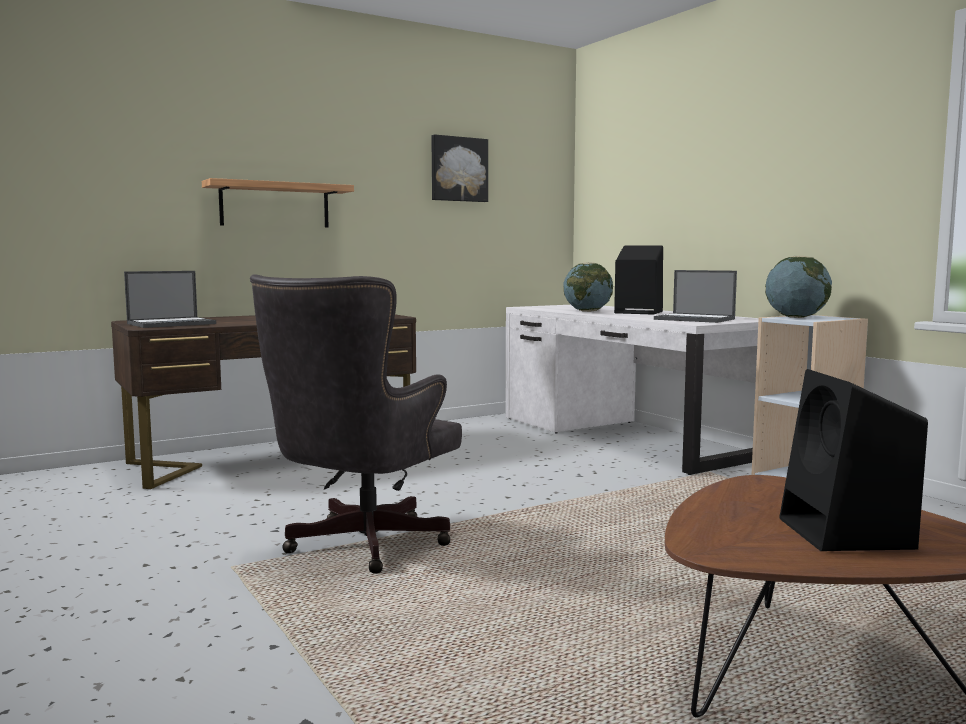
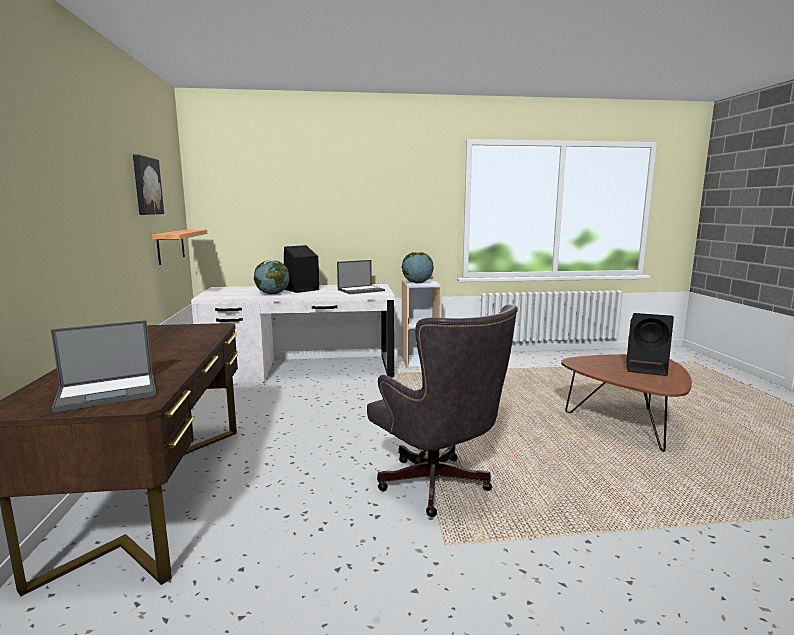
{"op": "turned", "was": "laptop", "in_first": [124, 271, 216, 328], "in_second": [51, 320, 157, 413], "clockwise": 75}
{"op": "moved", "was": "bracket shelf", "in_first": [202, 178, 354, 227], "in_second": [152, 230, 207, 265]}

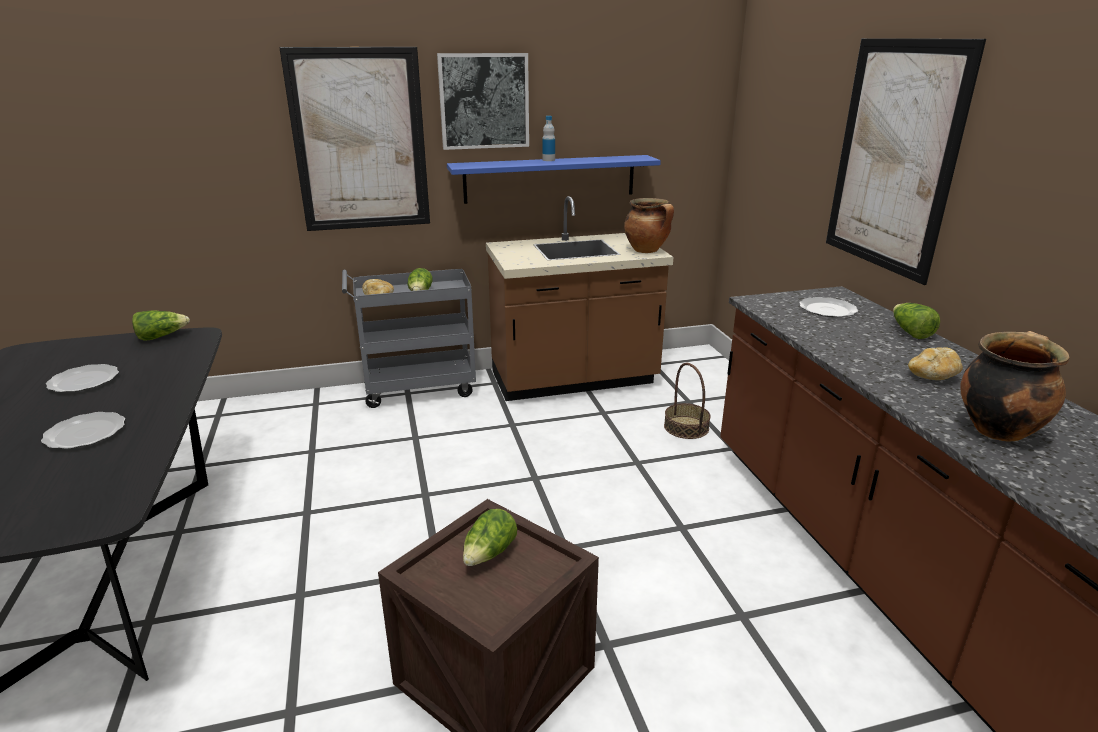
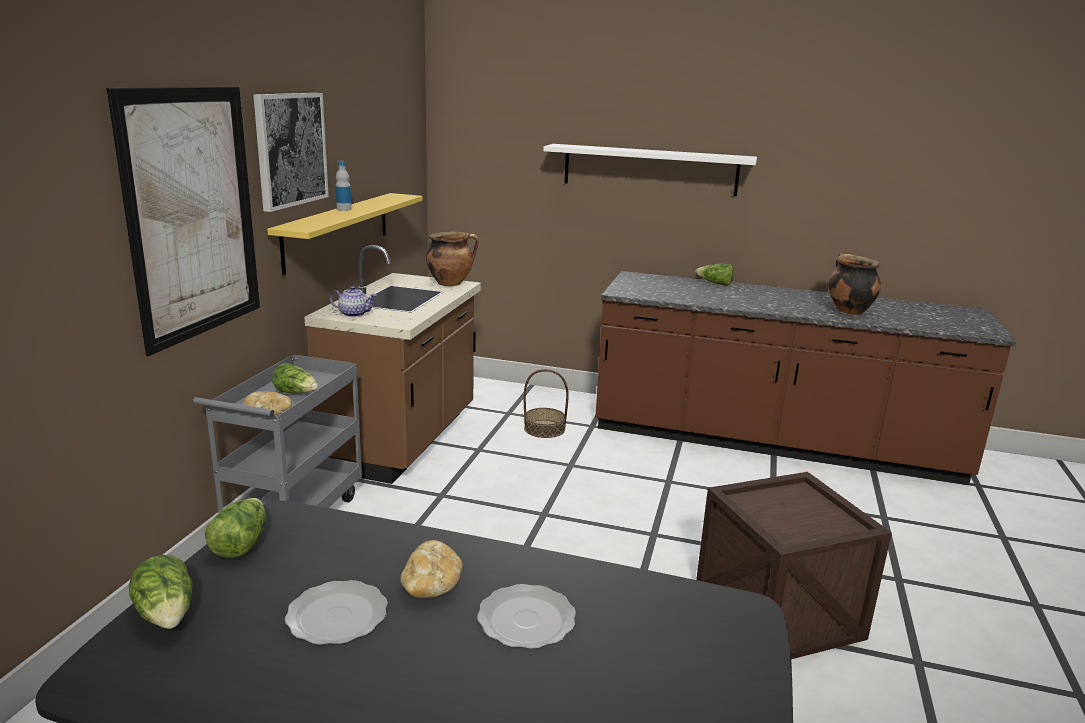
{"op": "recoloured", "was": "bracket shelf/blue", "now": "bracket shelf/yellow-coloured", "in_first": [447, 155, 661, 204], "in_second": [267, 193, 423, 275]}
{"op": "moved", "was": "lettuce head", "in_first": [463, 509, 517, 566], "in_second": [129, 555, 193, 629]}
{"op": "removed", "was": "plate", "in_first": [799, 297, 858, 318]}
{"op": "replaced", "was": "wall picture", "now": "bracket shelf/whitish", "in_first": [826, 38, 986, 285], "in_second": [543, 144, 757, 196]}
{"op": "moved", "was": "baked bread", "in_first": [908, 347, 963, 380], "in_second": [400, 540, 463, 598]}
{"op": "added", "now": "pot for tea", "in_second": [330, 286, 377, 317]}

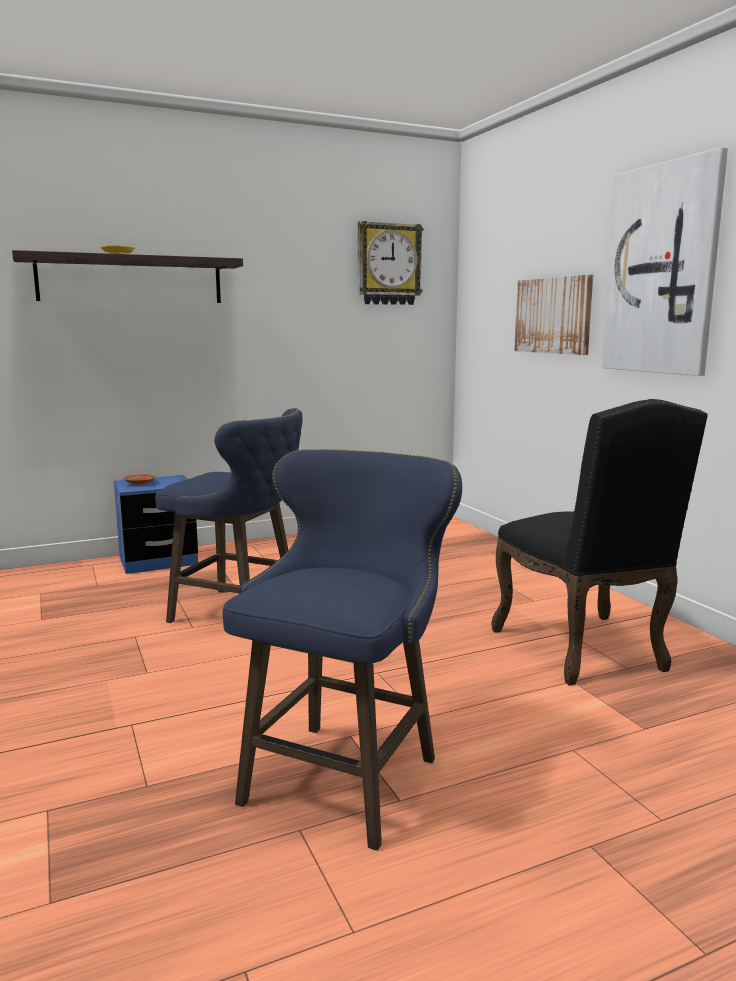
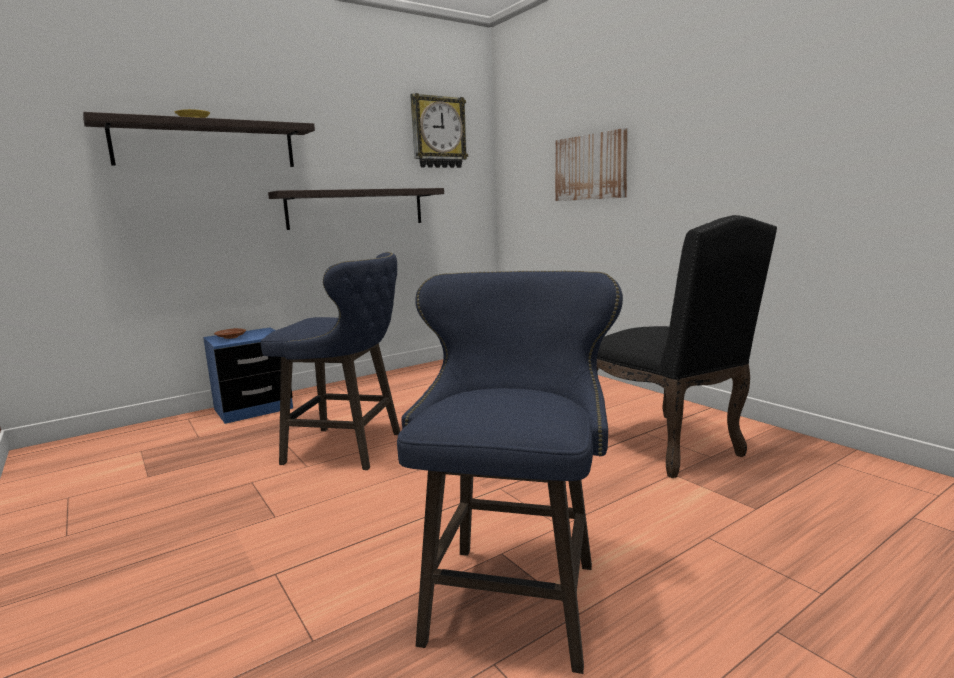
{"op": "removed", "was": "wall picture", "in_first": [602, 147, 728, 376]}
{"op": "added", "now": "bracket shelf", "in_second": [268, 188, 444, 230]}

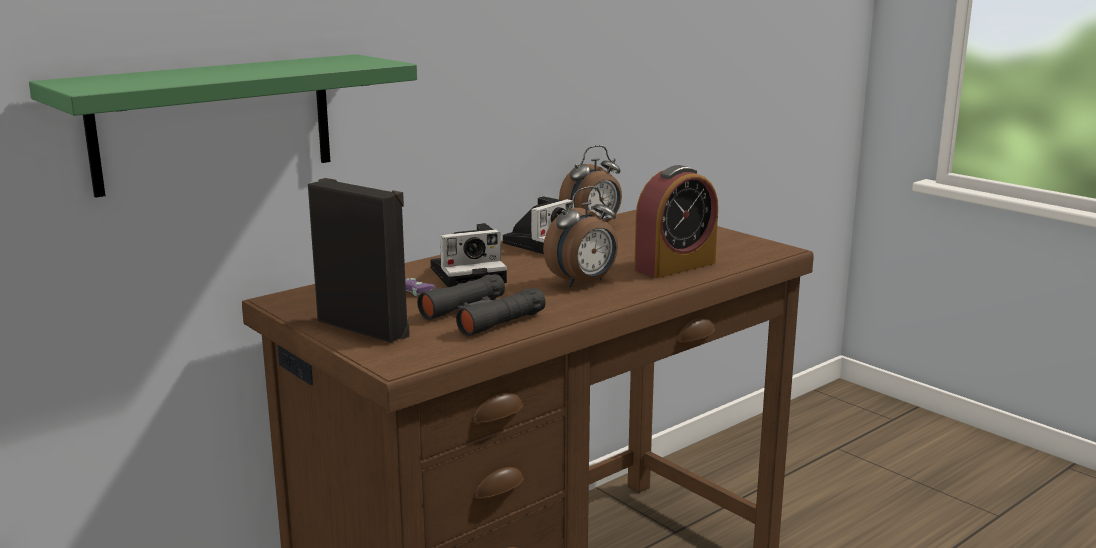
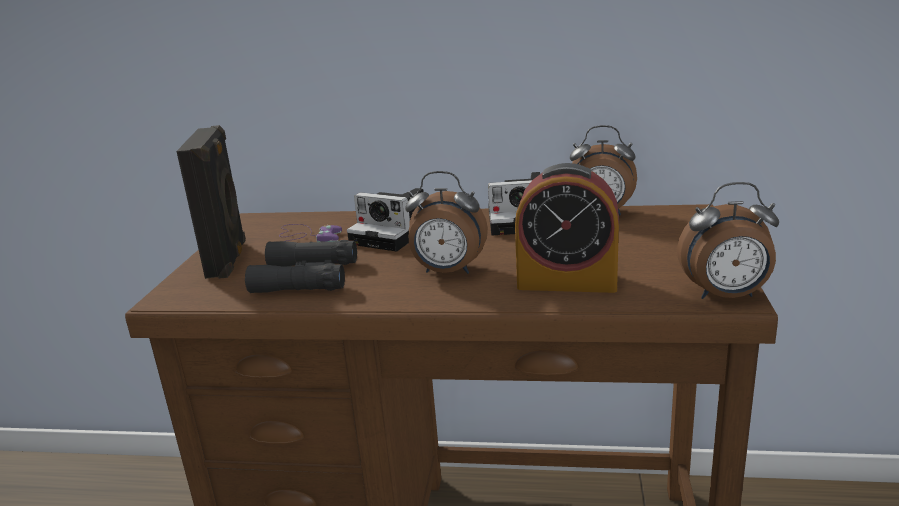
{"op": "removed", "was": "bracket shelf/green", "in_first": [29, 54, 417, 198]}
{"op": "added", "now": "table clock", "in_second": [677, 182, 779, 299]}

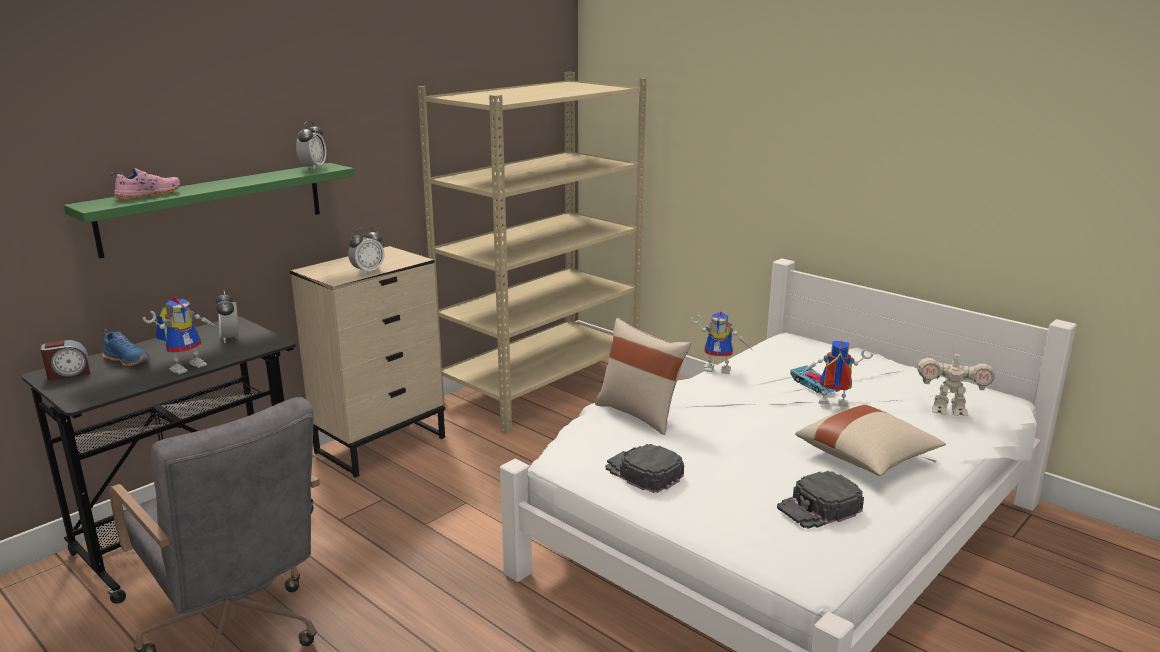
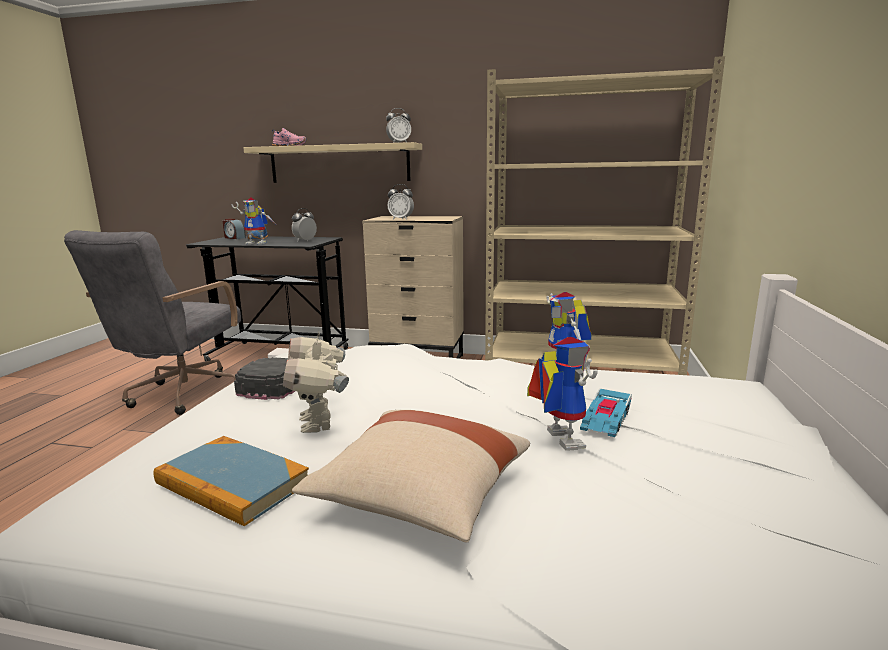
{"op": "recoloured", "was": "bracket shelf/green", "now": "bracket shelf/beige", "in_first": [64, 163, 354, 259], "in_second": [243, 142, 422, 183]}
{"op": "removed", "was": "cushion/beige", "in_first": [595, 318, 691, 435]}
{"op": "replaced", "was": "baseball cap/black-coloured", "now": "bound book", "in_first": [777, 471, 864, 529], "in_second": [154, 436, 309, 526]}
{"op": "moved", "was": "toy robot", "in_first": [917, 351, 995, 416], "in_second": [283, 332, 349, 433]}

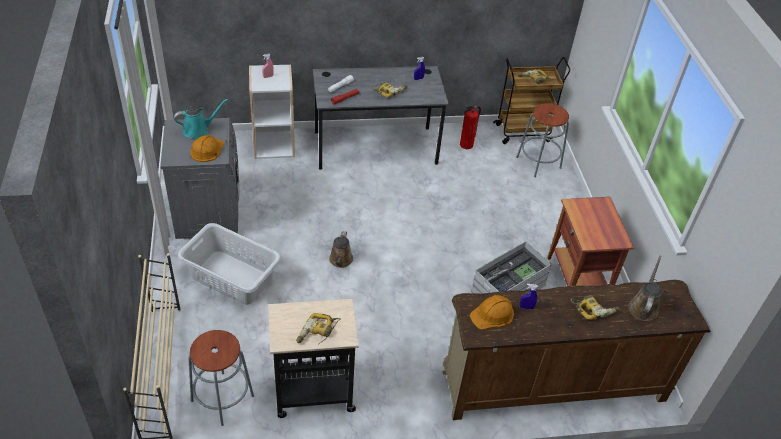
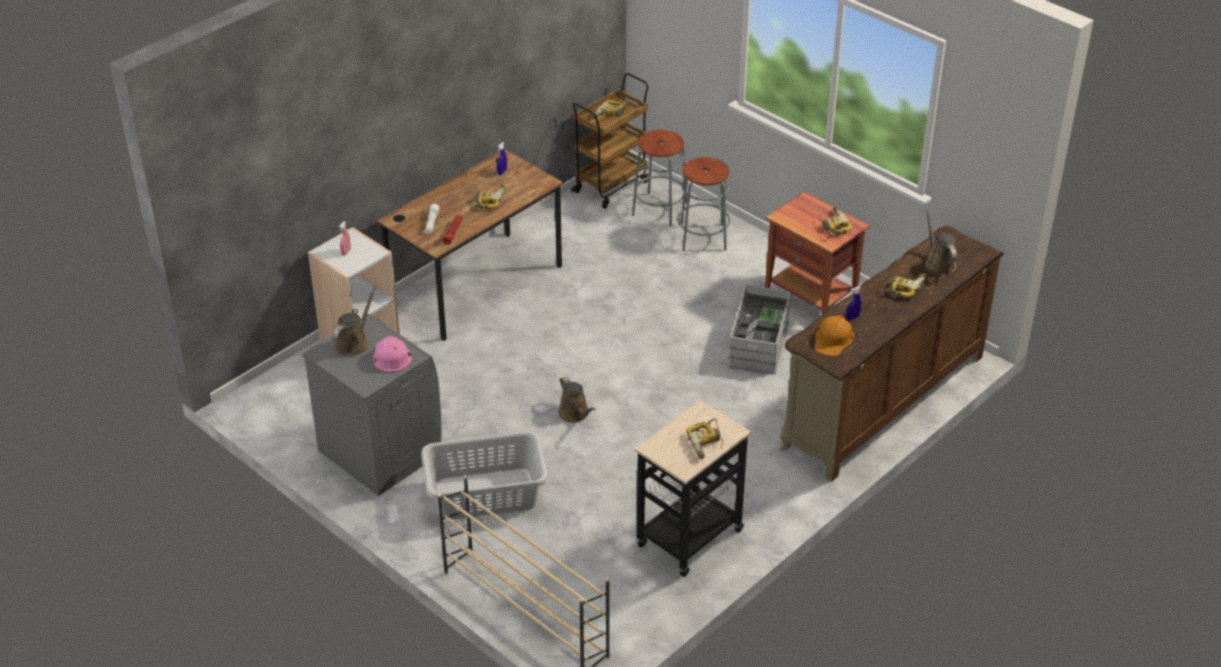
{"op": "recoloured", "was": "sprinkling can/blue-green", "now": "sprinkling can/brown-coloured", "in_first": [174, 99, 228, 139], "in_second": [332, 287, 377, 356]}
{"op": "moved", "was": "stool/greyish", "in_first": [189, 330, 254, 426], "in_second": [677, 157, 731, 251]}
{"op": "recoloured", "was": "work helmet/orange", "now": "work helmet/pink", "in_first": [190, 135, 224, 162], "in_second": [373, 336, 412, 372]}
{"op": "recoloured", "was": "desk/greyish", "now": "desk/brown-coloured", "in_first": [313, 66, 449, 170], "in_second": [377, 149, 563, 341]}
{"op": "removed", "was": "fire-fighting cylinder", "in_first": [460, 106, 481, 149]}
{"op": "added", "now": "power drill", "in_second": [820, 206, 852, 236]}

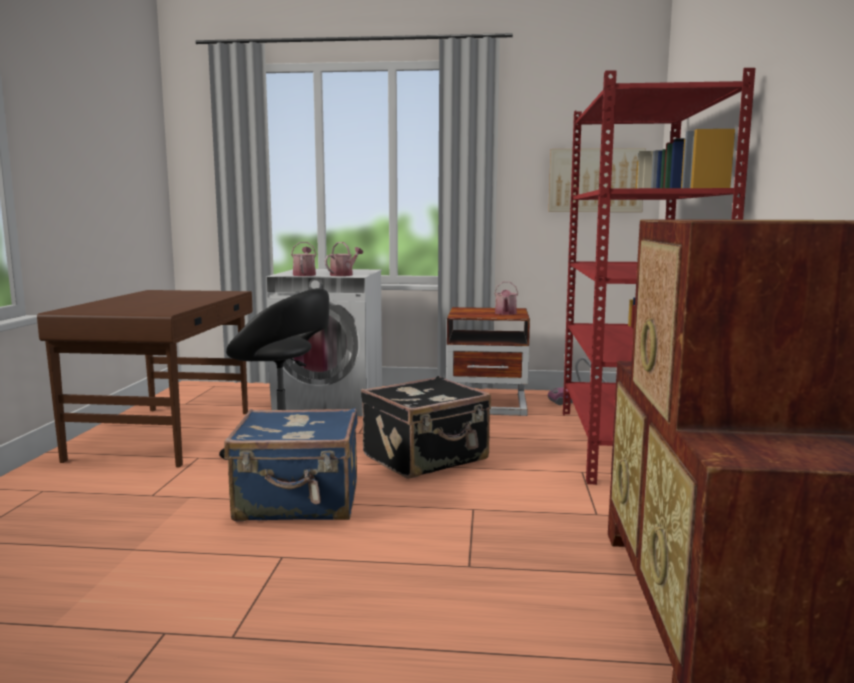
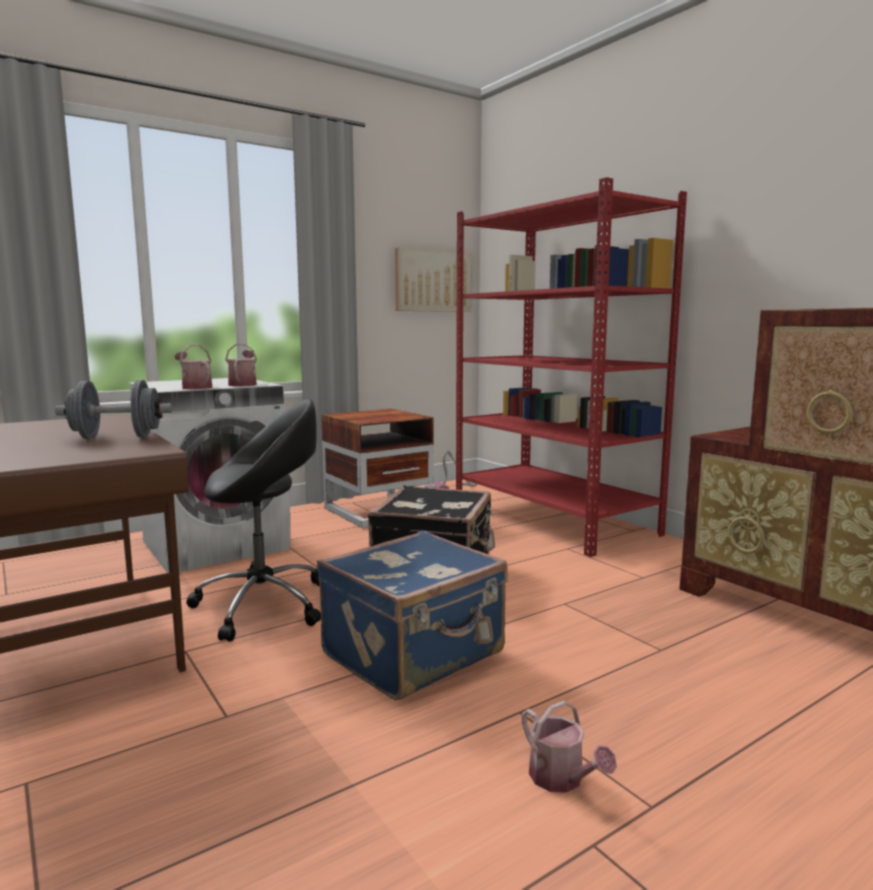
{"op": "moved", "was": "sprinkling can", "in_first": [494, 282, 518, 315], "in_second": [522, 700, 617, 793]}
{"op": "added", "now": "free weight/greyish", "in_second": [55, 380, 172, 439]}

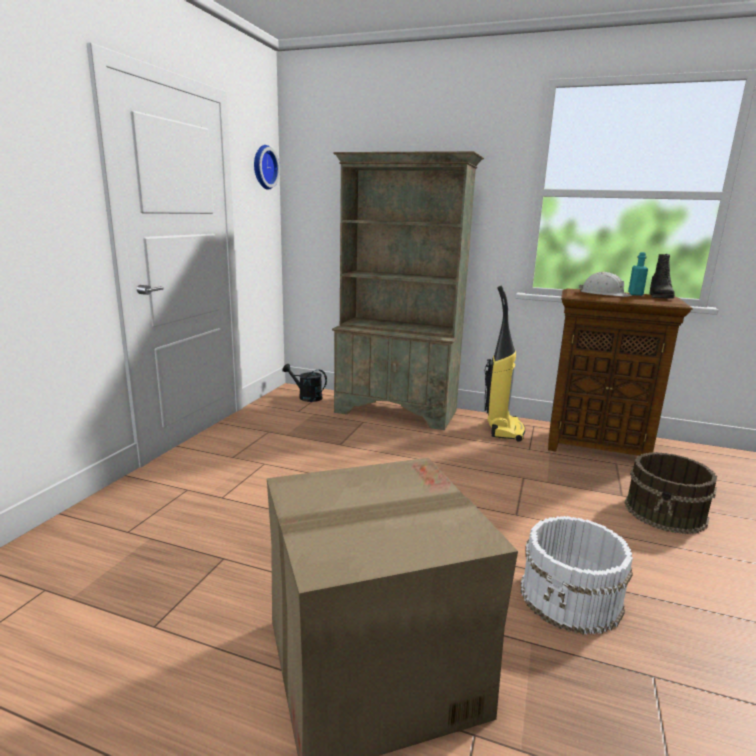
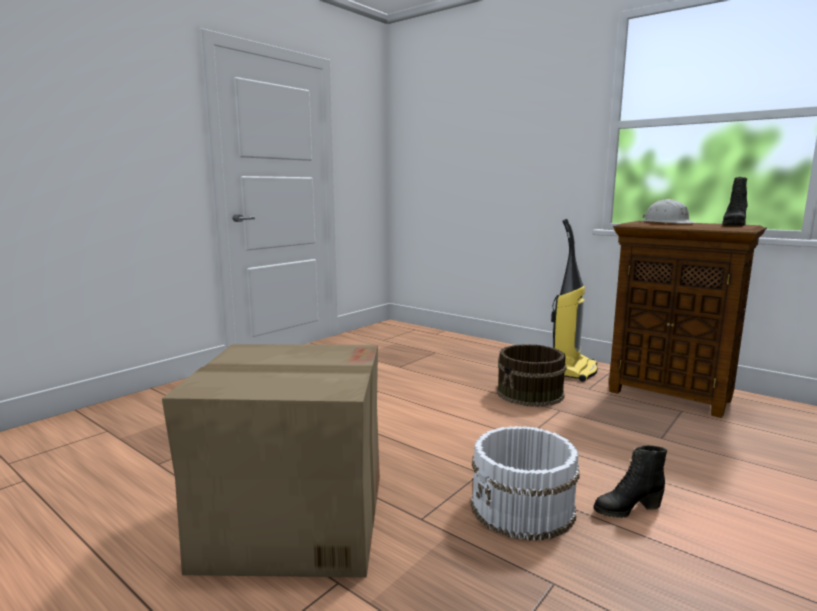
{"op": "removed", "was": "hanging clock", "in_first": [254, 145, 280, 190]}
{"op": "removed", "was": "sprinkling can/black-coloured", "in_first": [282, 364, 327, 402]}
{"op": "removed", "was": "shelving unit/green", "in_first": [332, 151, 484, 430]}
{"op": "moved", "was": "water bucket/brown-coloured", "in_first": [624, 452, 717, 534], "in_second": [497, 344, 567, 407]}
{"op": "removed", "was": "drink bottle/blue-green", "in_first": [628, 252, 648, 296]}
{"op": "added", "now": "tall boot/black-coloured", "in_second": [594, 445, 667, 518]}

